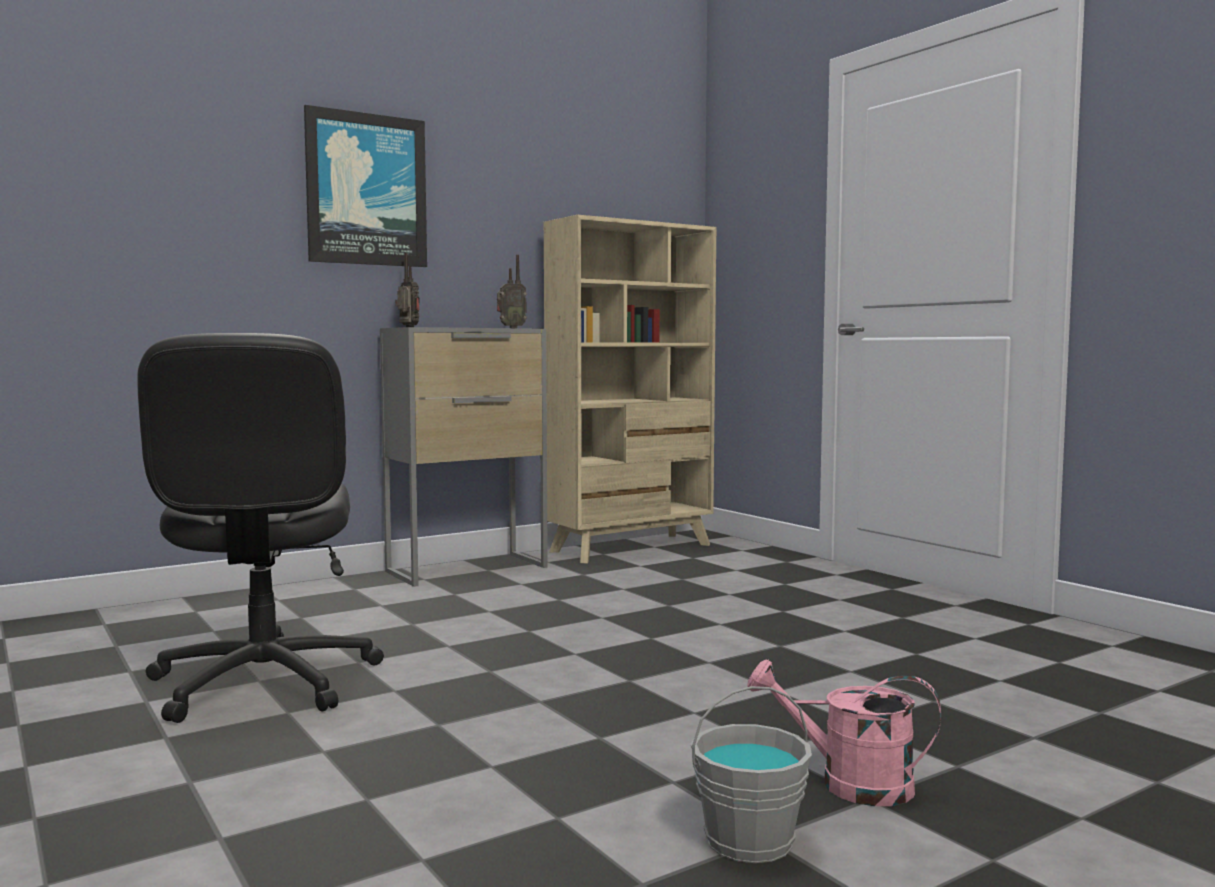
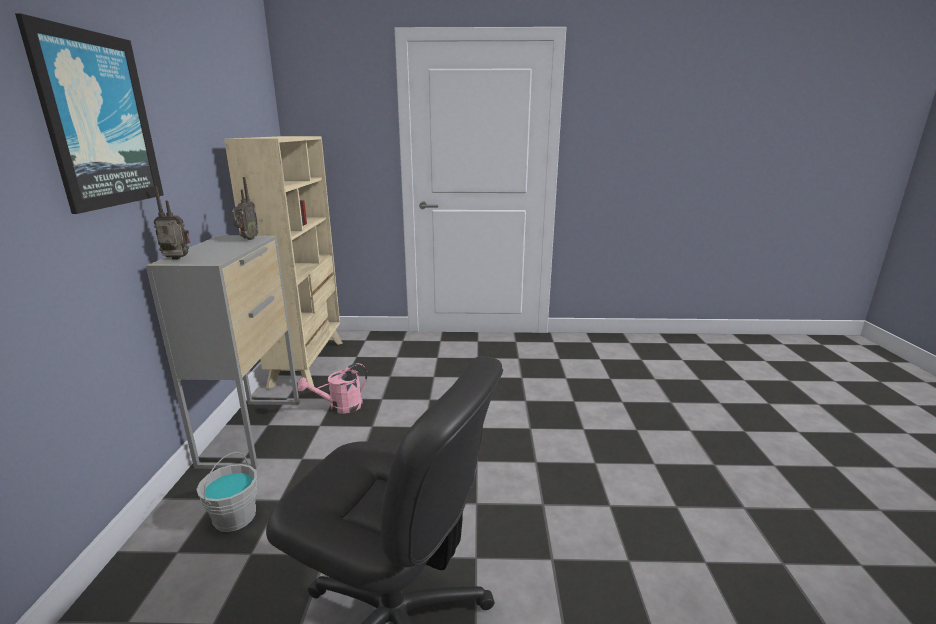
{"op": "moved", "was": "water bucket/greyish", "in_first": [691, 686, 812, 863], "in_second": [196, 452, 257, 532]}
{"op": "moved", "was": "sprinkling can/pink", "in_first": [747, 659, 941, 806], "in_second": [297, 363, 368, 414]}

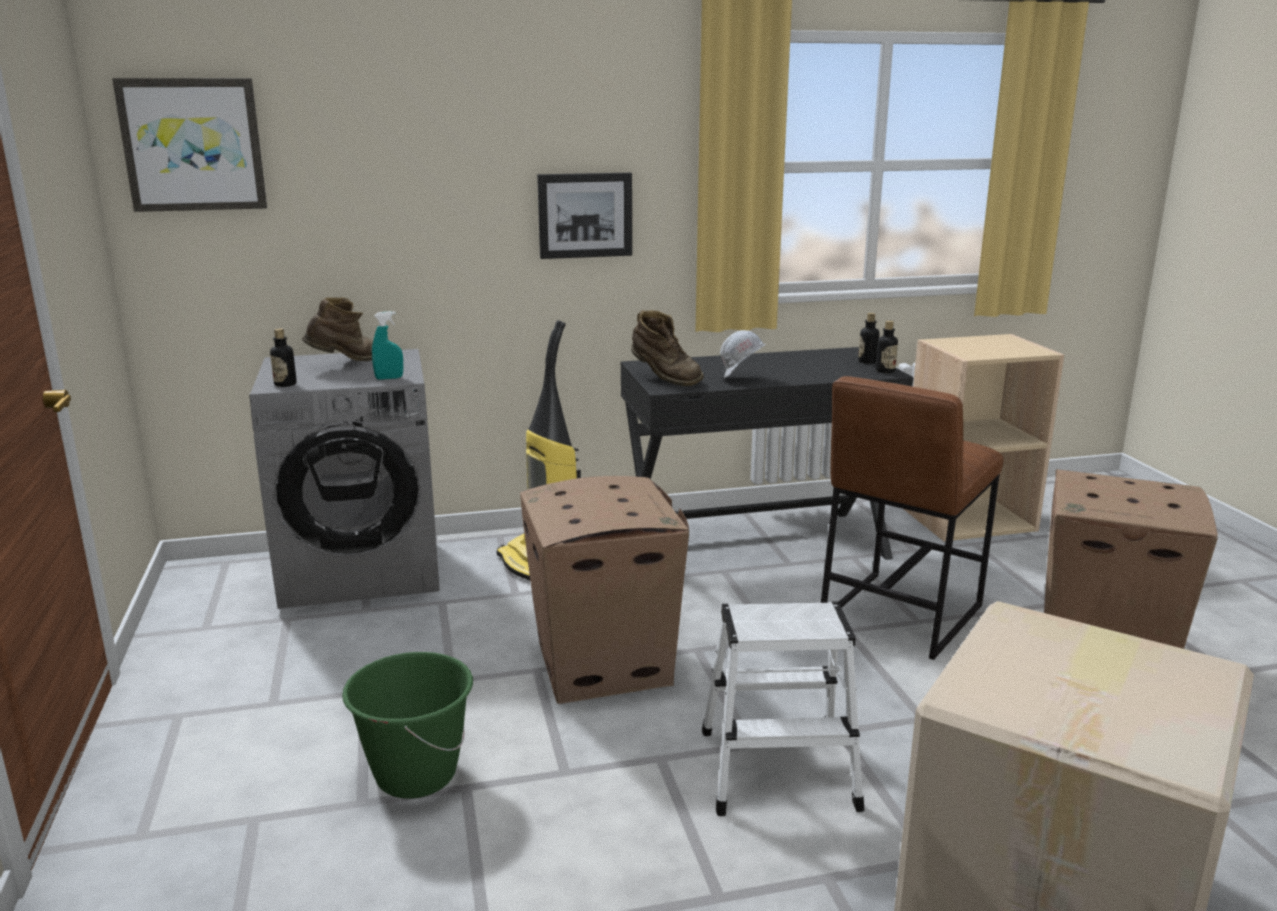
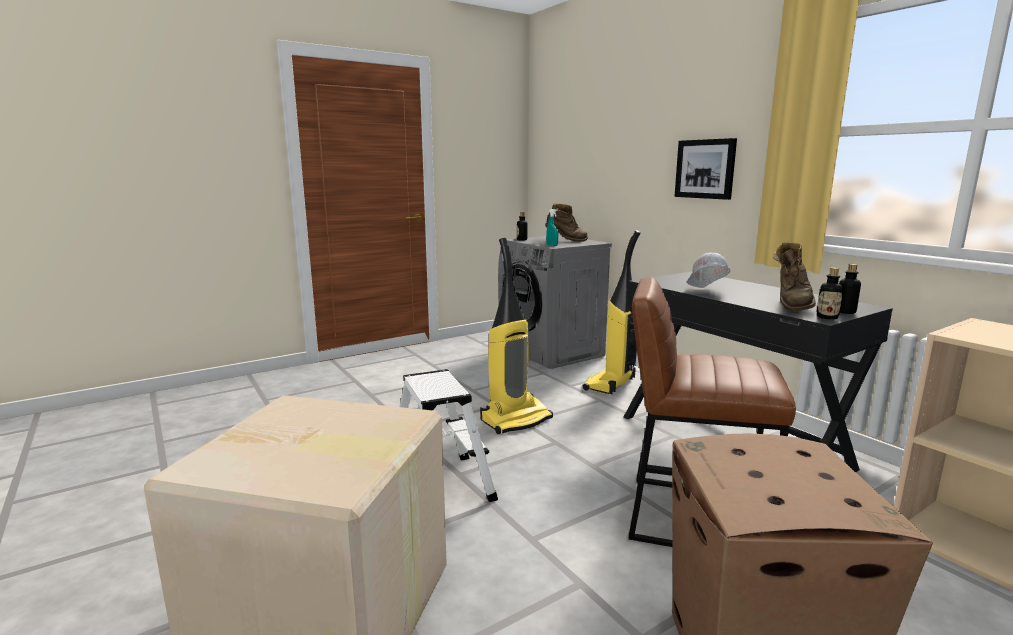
{"op": "removed", "was": "wall picture", "in_first": [112, 78, 267, 212]}
{"op": "removed", "was": "water bucket/green", "in_first": [342, 652, 473, 799]}
{"op": "replaced", "was": "packing box", "now": "vacuum", "in_first": [520, 476, 689, 704], "in_second": [480, 238, 553, 434]}
{"op": "moved", "was": "tall boot/brown-coloured", "in_first": [631, 310, 704, 386], "in_second": [773, 241, 816, 311]}

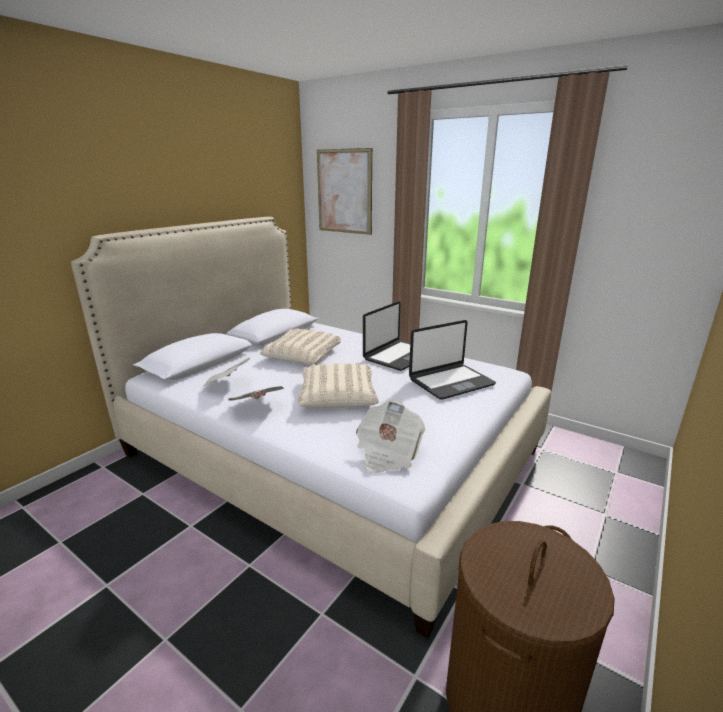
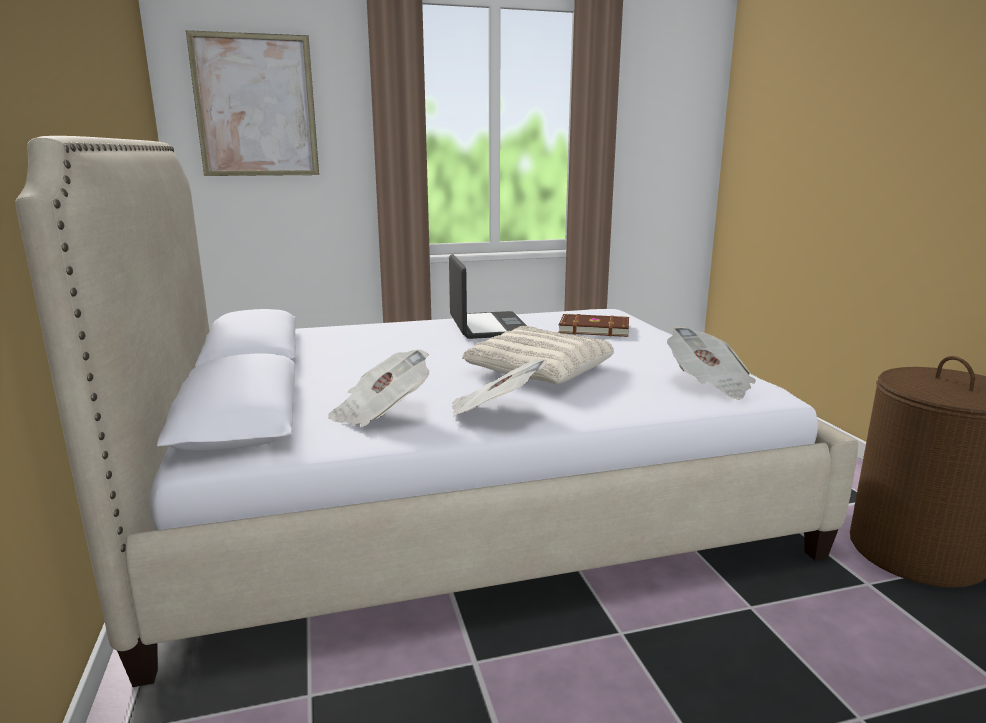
{"op": "removed", "was": "cushion/beige", "in_first": [260, 329, 341, 364]}
{"op": "replaced", "was": "laptop", "now": "bound book/brown-coloured", "in_first": [409, 320, 496, 400], "in_second": [558, 314, 629, 337]}

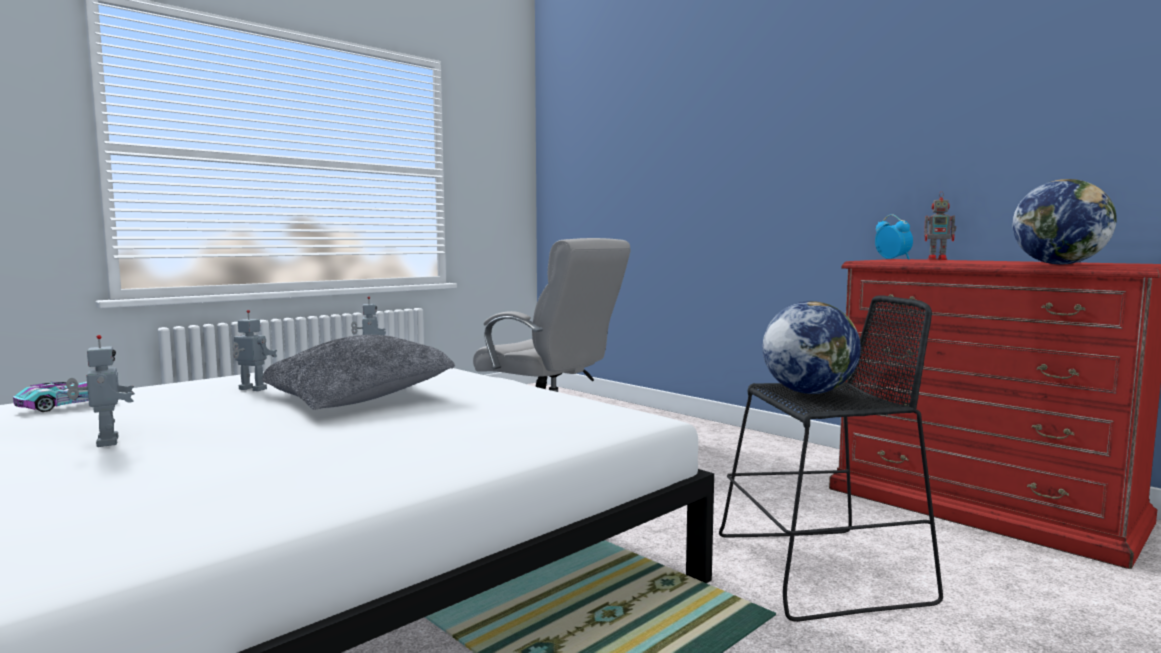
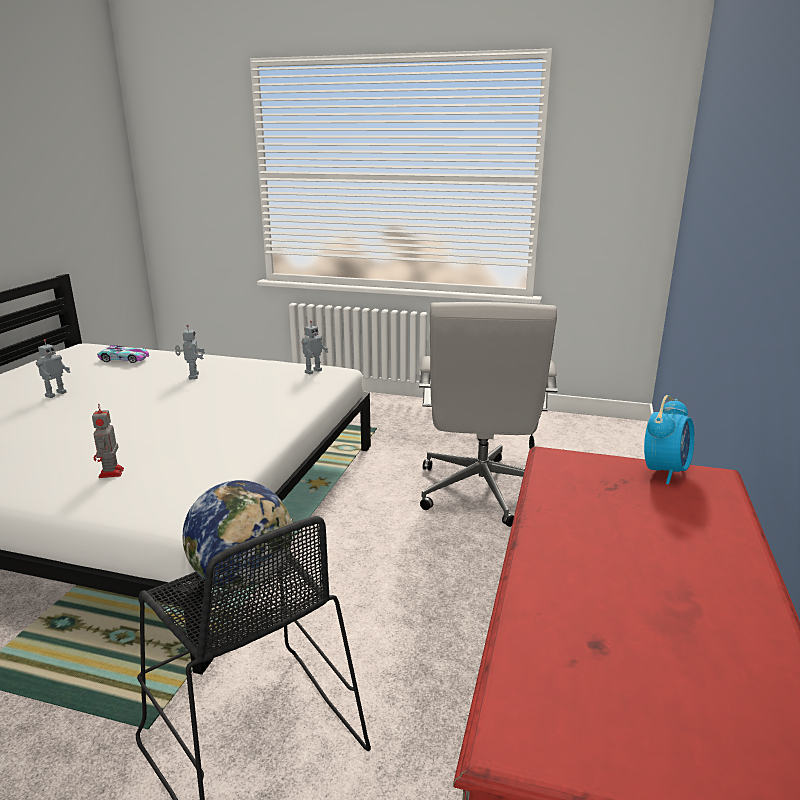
{"op": "removed", "was": "cushion/greyish", "in_first": [262, 335, 455, 410]}
{"op": "moved", "was": "toy robot", "in_first": [924, 191, 956, 260], "in_second": [92, 404, 124, 478]}
{"op": "removed", "was": "desk globe", "in_first": [1013, 179, 1116, 265]}

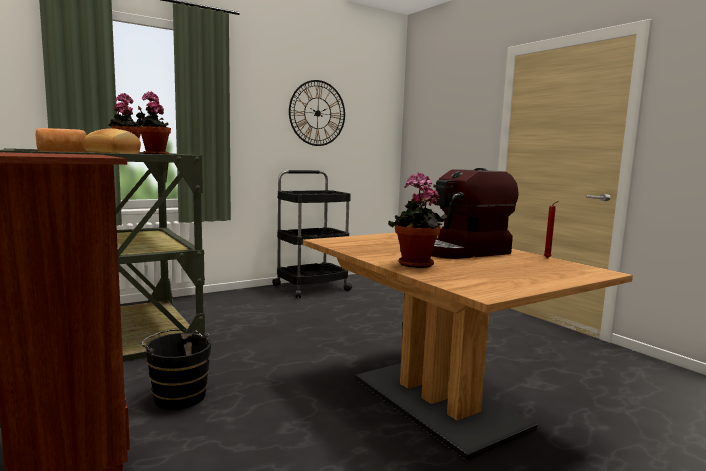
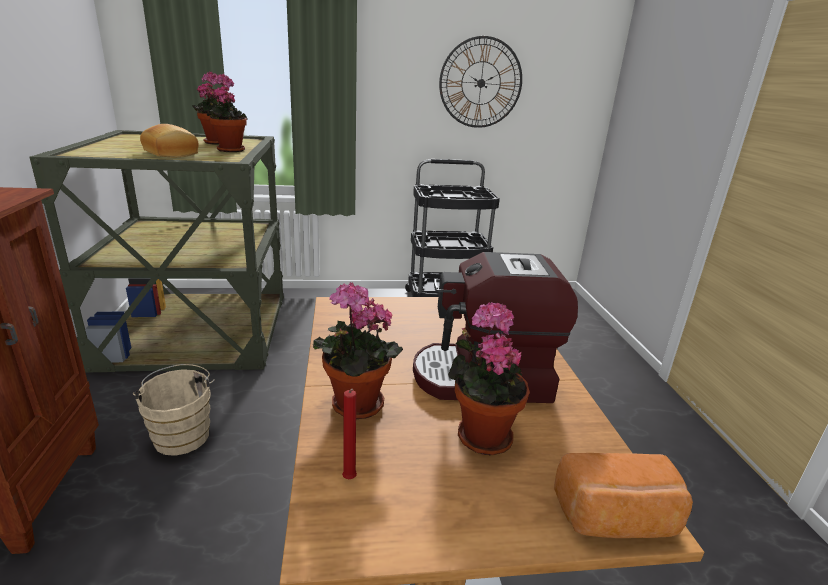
{"op": "moved", "was": "baked bread", "in_first": [36, 128, 87, 152], "in_second": [554, 453, 693, 538]}
{"op": "recoloured", "was": "water bucket/black-coloured", "now": "water bucket/beige", "in_first": [142, 329, 211, 410], "in_second": [133, 364, 215, 456]}
{"op": "moved", "was": "wax light/red", "in_first": [544, 201, 558, 258], "in_second": [342, 389, 357, 479]}
{"op": "added", "now": "plant in a pot", "in_second": [448, 302, 530, 455]}

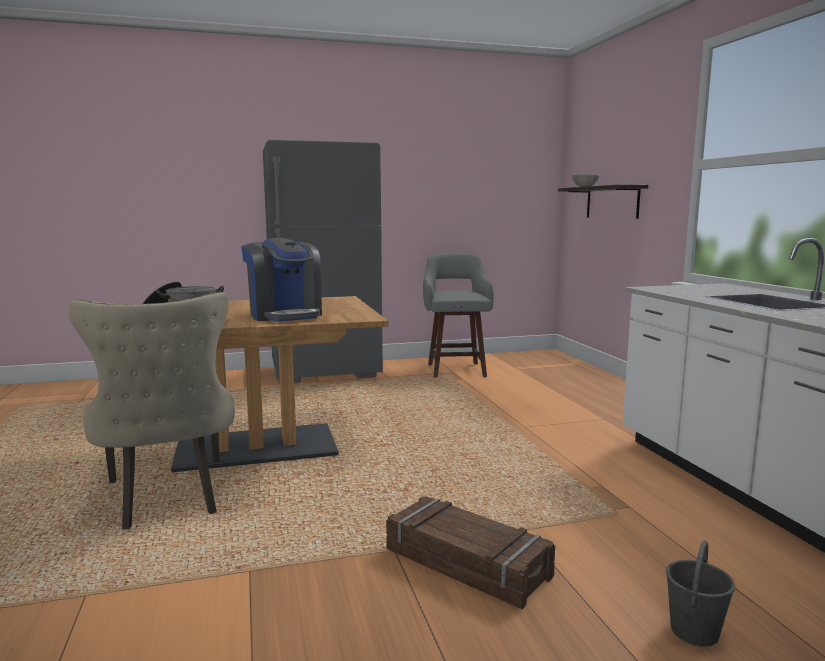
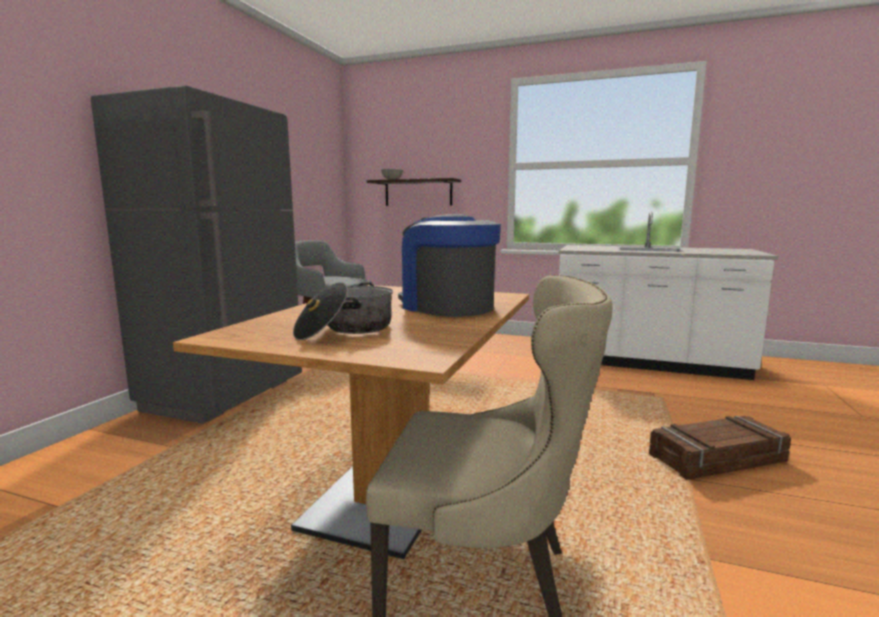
{"op": "turned", "was": "coffee brewer", "in_first": [241, 238, 322, 322], "in_second": [398, 214, 501, 317], "clockwise": -135}
{"op": "removed", "was": "water bucket/greyish", "in_first": [666, 540, 735, 647]}

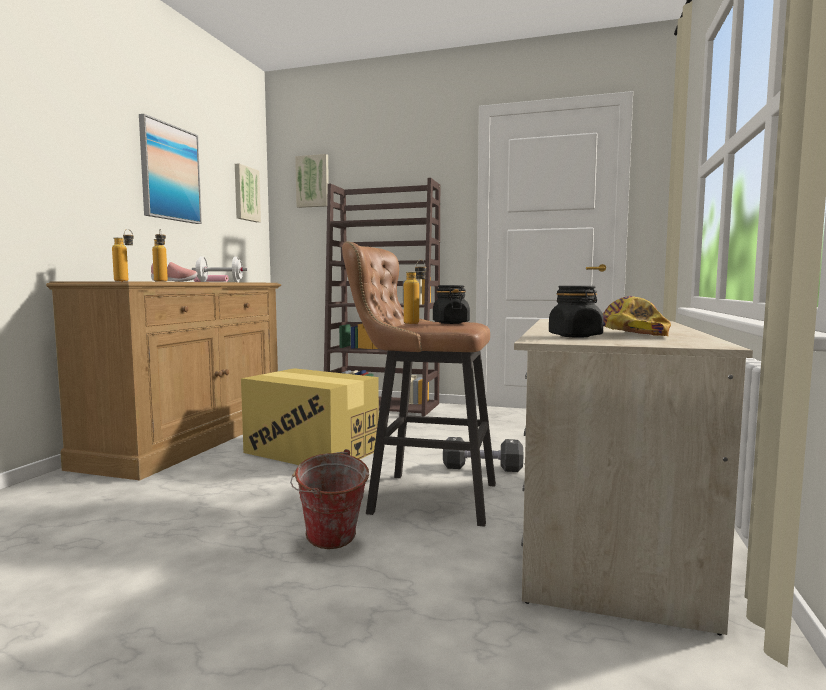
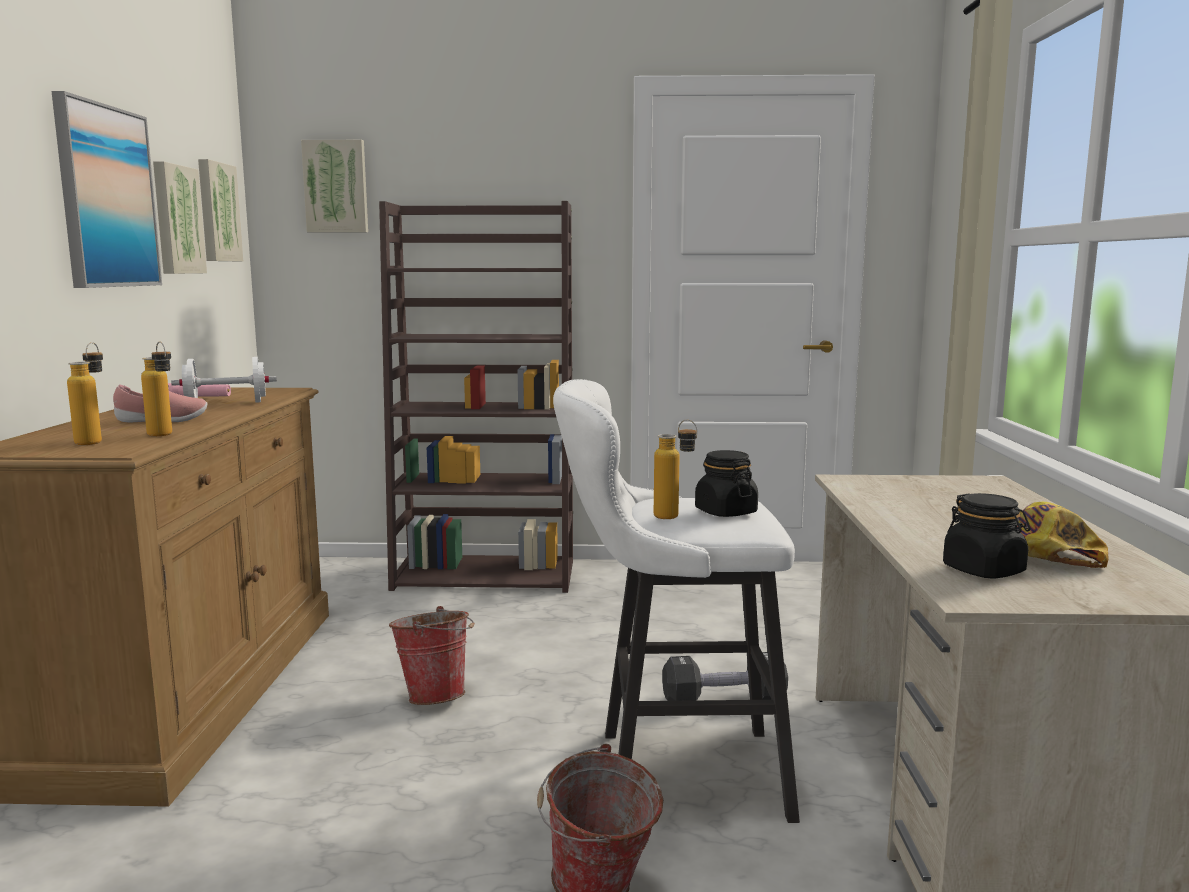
{"op": "replaced", "was": "packing box", "now": "water bucket", "in_first": [241, 368, 379, 465], "in_second": [389, 606, 475, 705]}
{"op": "recoloured", "was": "stool/brown-coloured", "now": "stool/whitish", "in_first": [342, 241, 496, 527], "in_second": [553, 379, 800, 823]}
{"op": "added", "now": "wall picture", "in_second": [153, 161, 207, 274]}

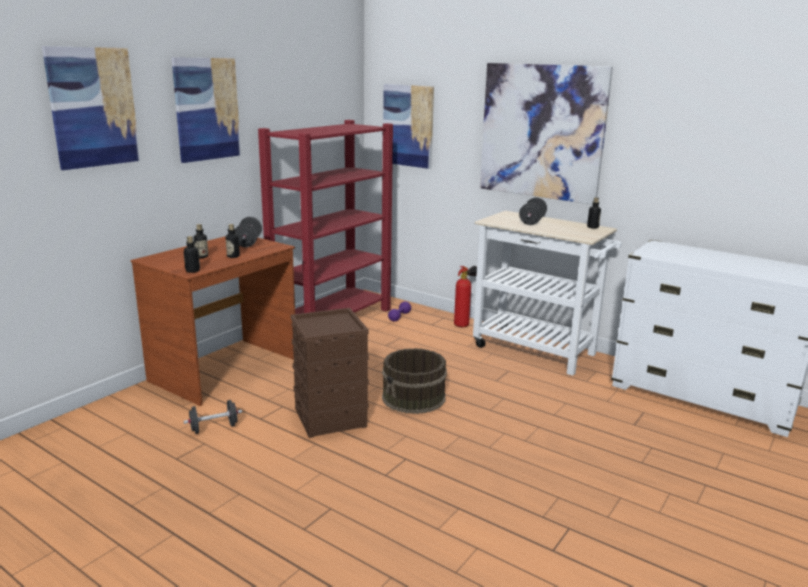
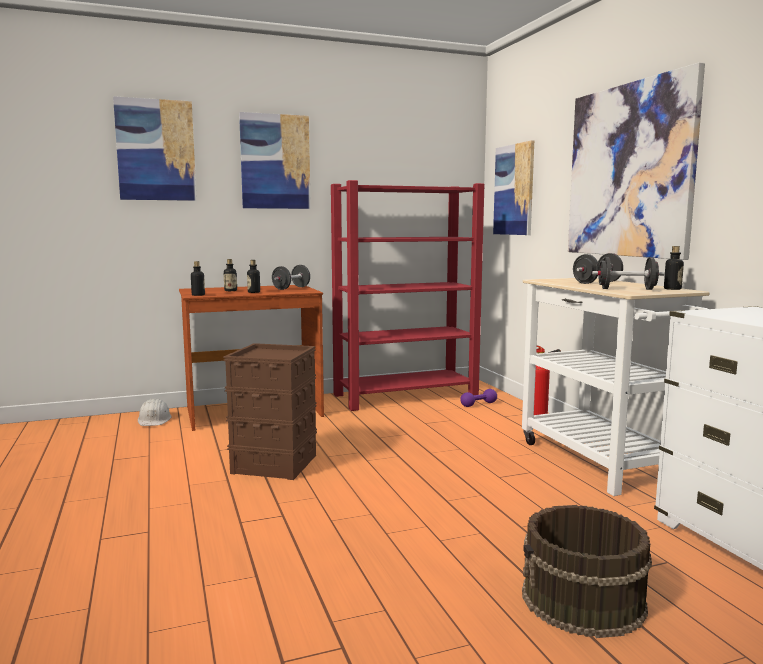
{"op": "moved", "was": "free weight/black-coloured", "in_first": [183, 400, 242, 434], "in_second": [592, 257, 665, 290]}
{"op": "moved", "was": "water bucket/brown-coloured", "in_first": [382, 348, 447, 414], "in_second": [522, 505, 652, 638]}
{"op": "added", "now": "work helmet/whitish", "in_second": [138, 398, 171, 426]}

